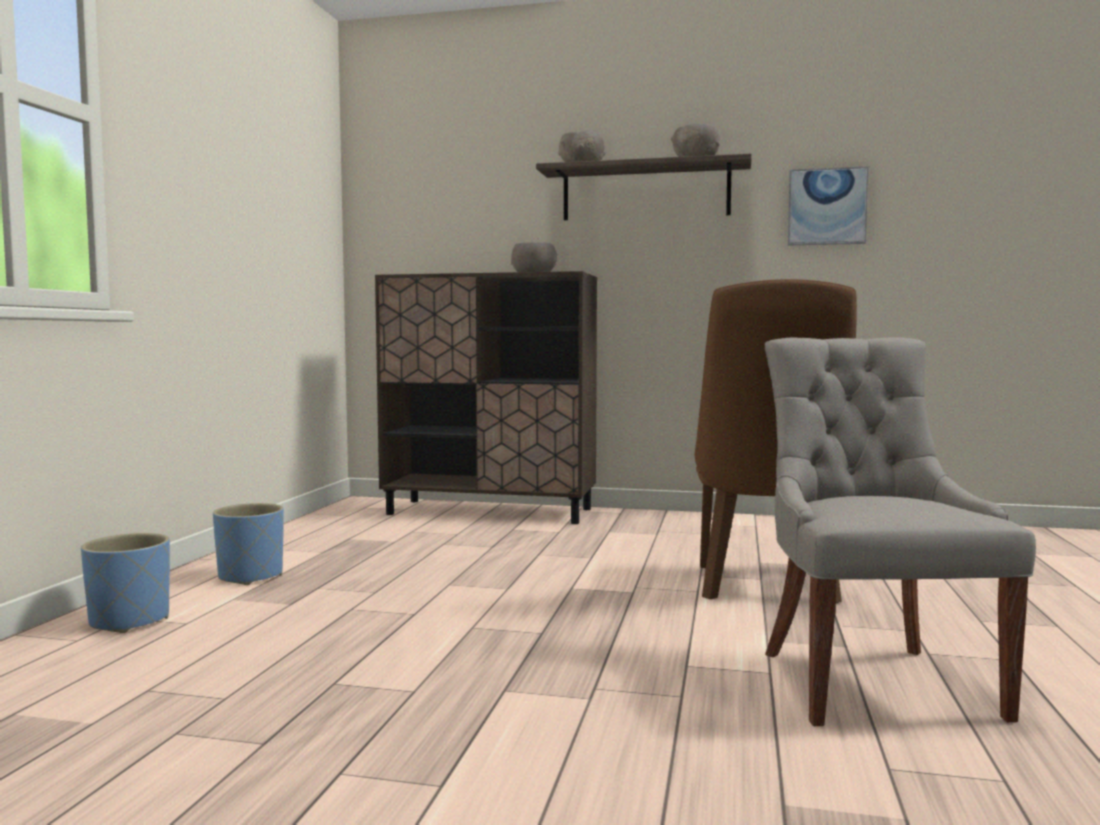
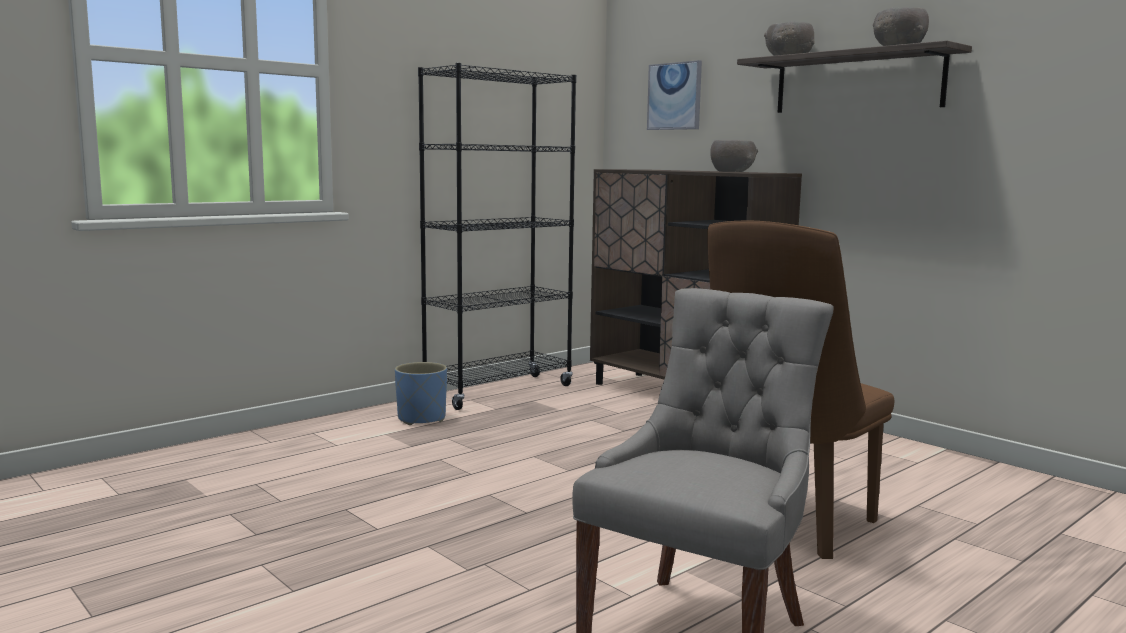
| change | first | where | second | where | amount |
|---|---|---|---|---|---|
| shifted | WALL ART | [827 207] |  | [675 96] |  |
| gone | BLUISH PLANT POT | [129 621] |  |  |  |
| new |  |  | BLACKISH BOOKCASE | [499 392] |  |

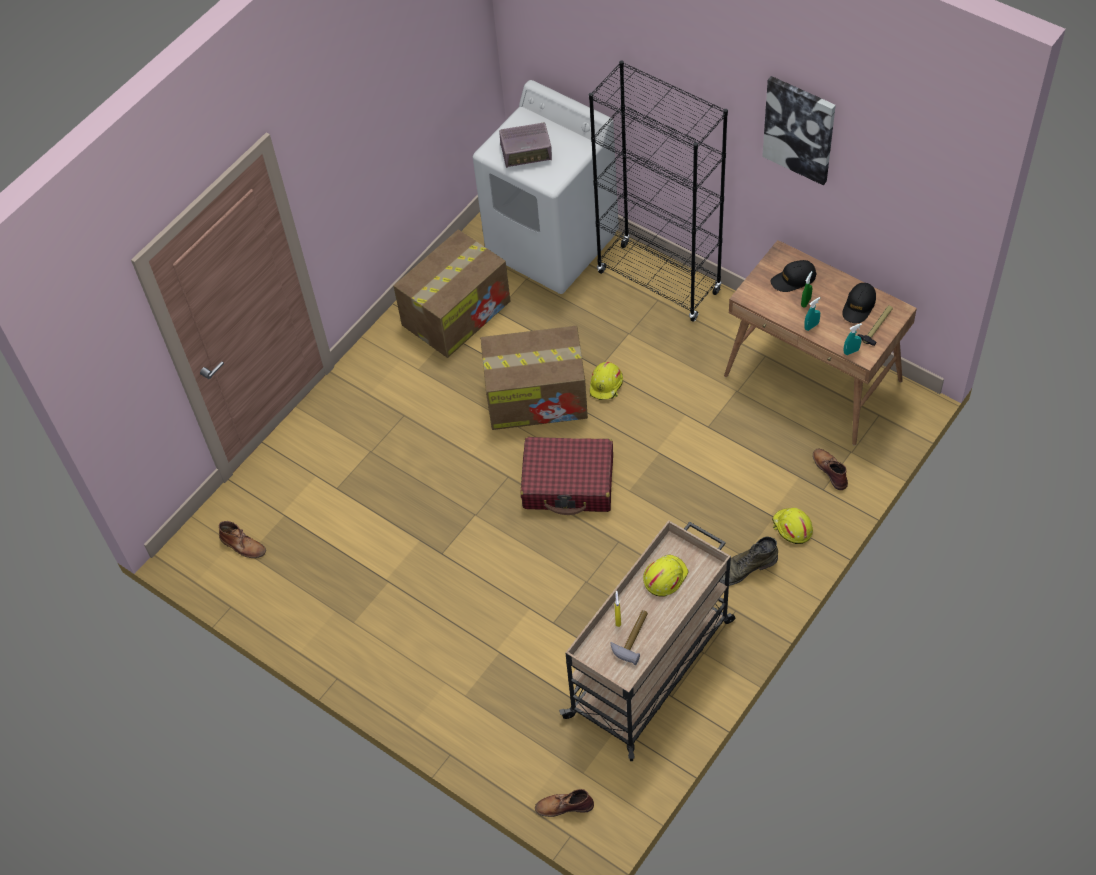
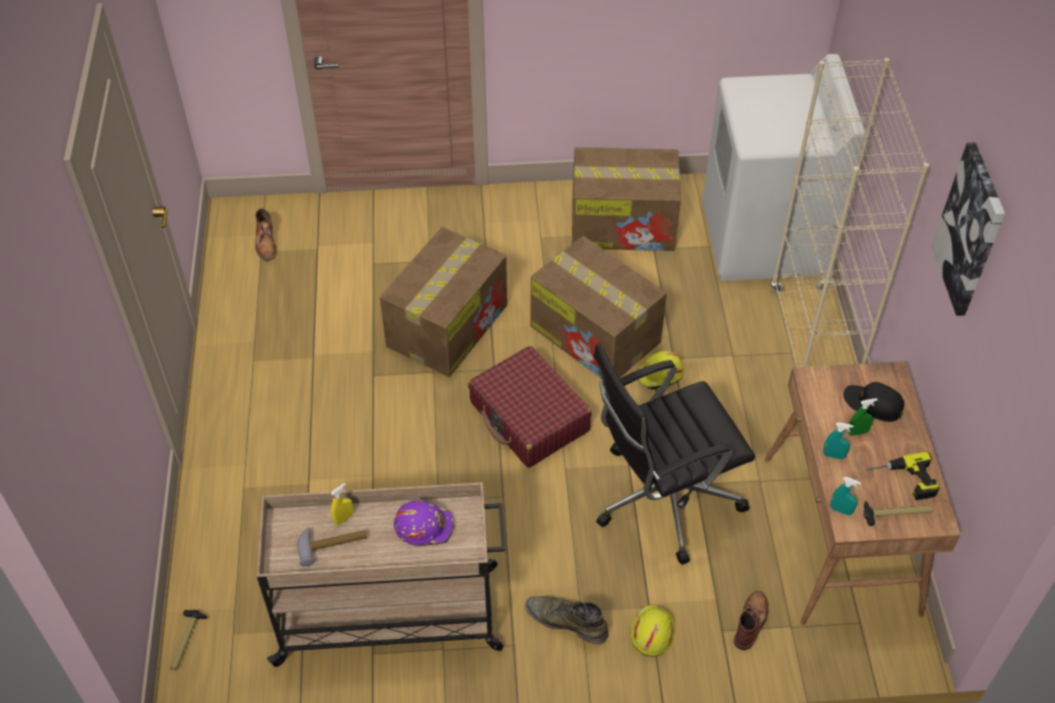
| change | first | where | second | where | amount |
|---|---|---|---|---|---|
| repainted | BLACKISH BOOKCASE | [659 282] | BEIGE-COLOURED BOOKCASE | [812 340] |  |
| gone | RADIO SET | [526 153] |  |  |  |
| swapped | BLACKISH BASEBALL CAP | [859 306] | DRILL | [903 481] |  |
| repainted | YELLOW-COLOURED HARD HAT | [664 577] | PURPLE HARD HAT | [424 526] |  |
| swapped | BROWN-COLOURED HIGH-TOP BOOT | [564 806] | HAMMER | [186 641] |  |
| new |  |  | PACKING BOX | [448 324] |  |
| new |  |  | BLACKISH OFFICE CHAIR | [662 498] |  |

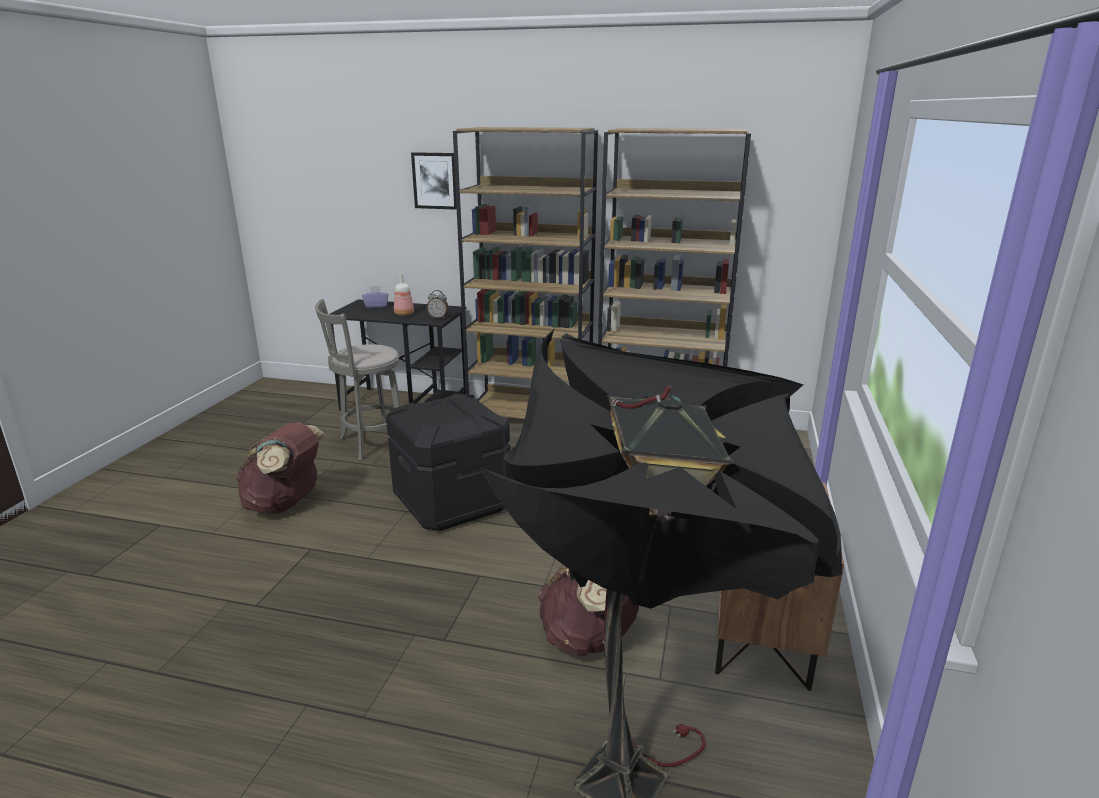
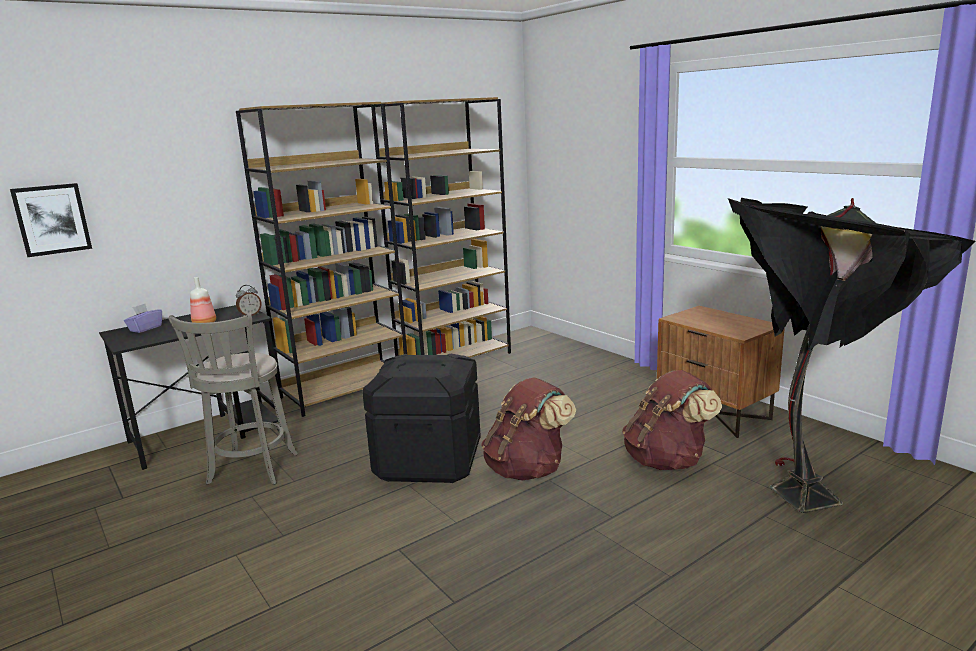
| change | first | where | second | where | amount |
|---|---|---|---|---|---|
| shifted | WALL ART | [435 180] |  | [52 219] |  |
| shifted | BROWN-COLOURED RUCKSACK | [286 504] |  | [527 470] |  |

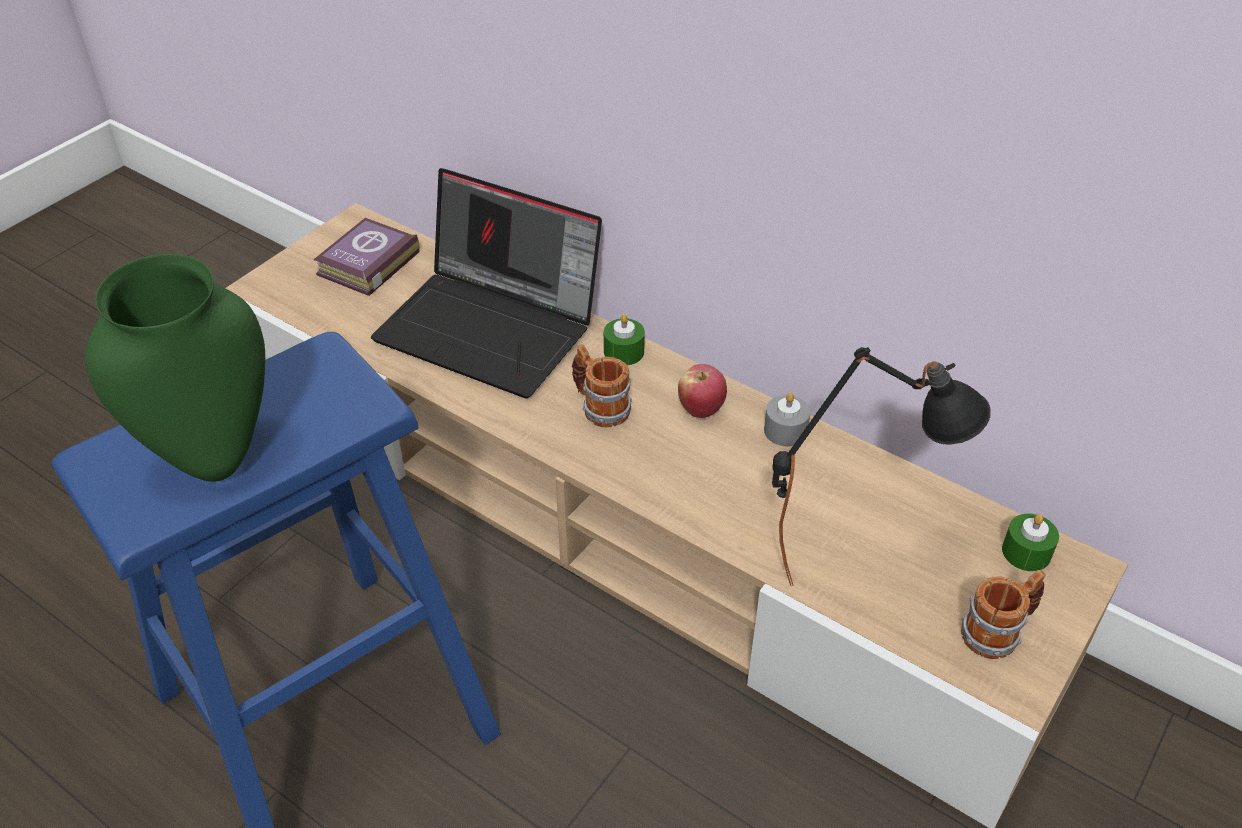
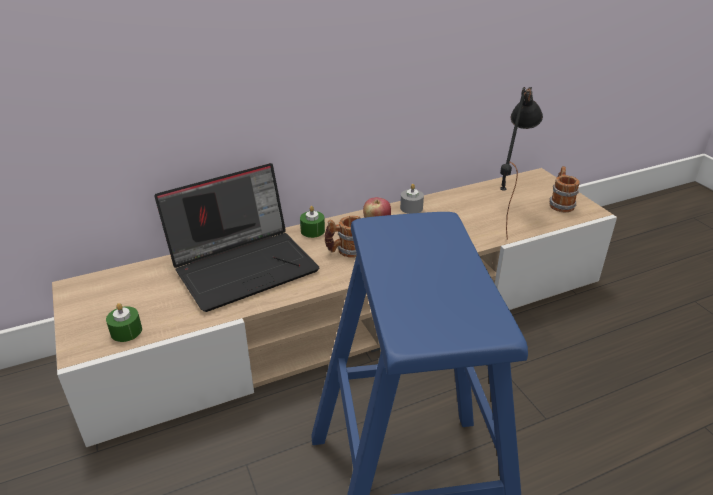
| change | first | where | second | where | amount |
|---|---|---|---|---|---|
| gone | BOUND BOOK | [366 264] |  |  |  |
| gone | GREEN-COLOURED VASE | [214 458] |  |  |  |
| shifted | GREEN-COLOURED WAX CANDLE | [1026 552] |  | [126 331] |  |

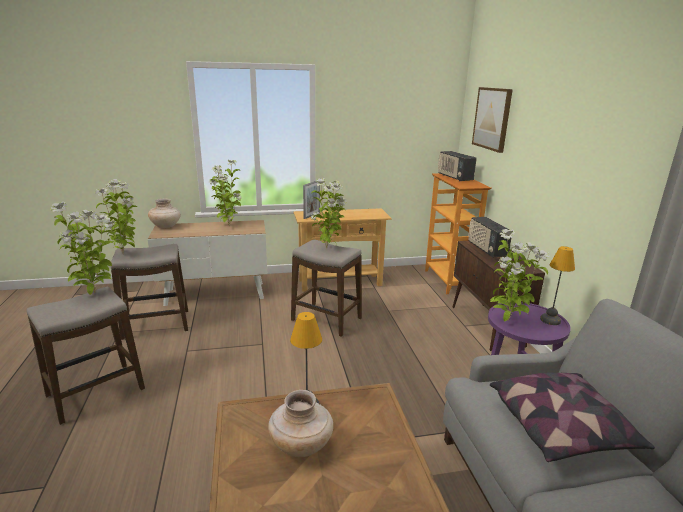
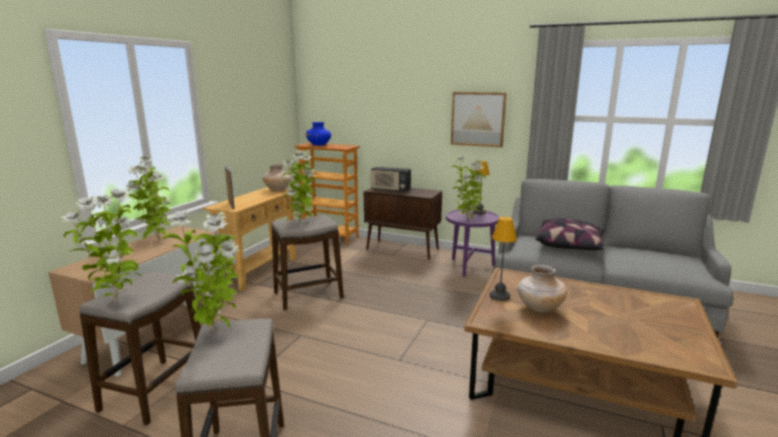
| change | first | where | second | where | amount |
|---|---|---|---|---|---|
| shifted | WALL ART | [492 118] |  | [478 119] |  |
| swapped | RADIO SET | [454 177] | BLUISH VASE | [319 145] |  |
| shifted | BEIGE-COLOURED VASE | [166 226] |  | [278 190] |  |

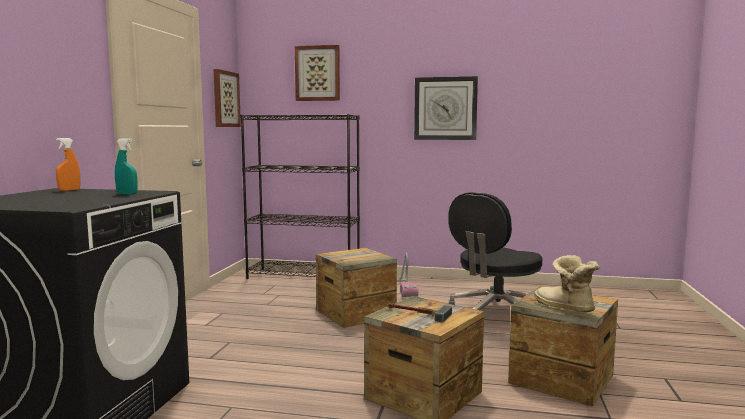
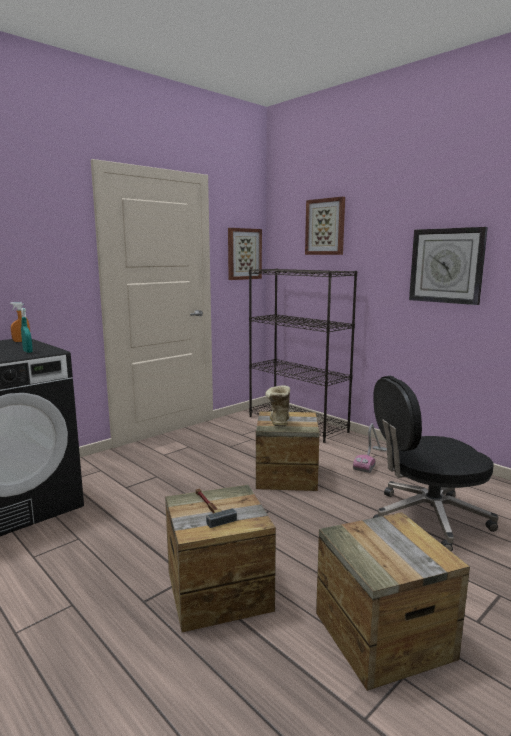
| change | first | where | second | where | amount |
|---|---|---|---|---|---|
| shifted | HIGH-TOP BOOT | [563 308] |  | [278 422] |  |

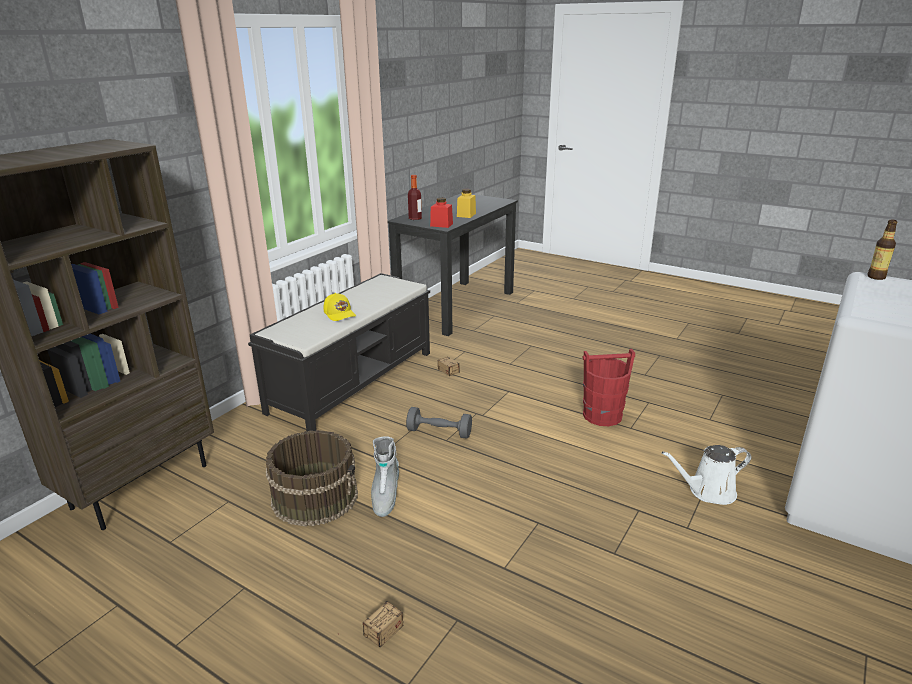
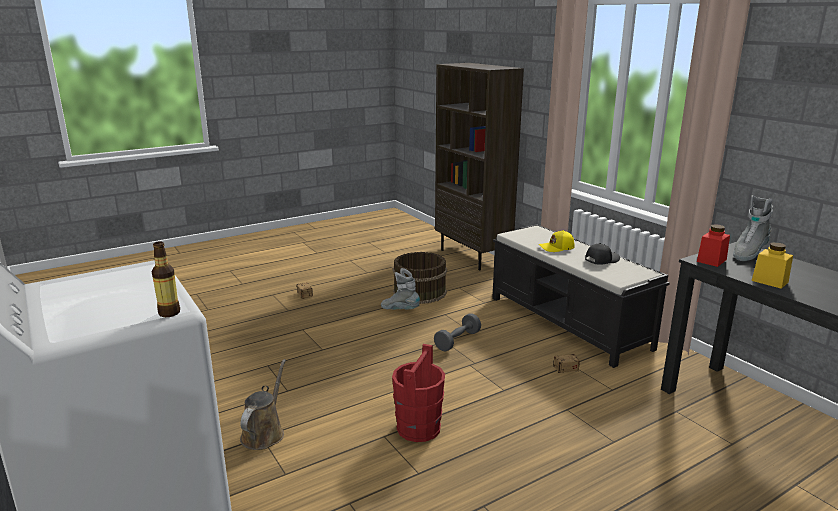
| change | first | where | second | where | amount |
|---|---|---|---|---|---|
| swapped | DRINK BOTTLE | [415 218] | GRAY HIGH-TOP BOOT | [748 253] |  |
| repainted | WHITE-COLOURED SPRINKLING CAN | [708 491] | BROWN-COLOURED SPRINKLING CAN | [264 433] |  |
| new |  |  | BLACKISH BASEBALL CAP | [601 260] |  |

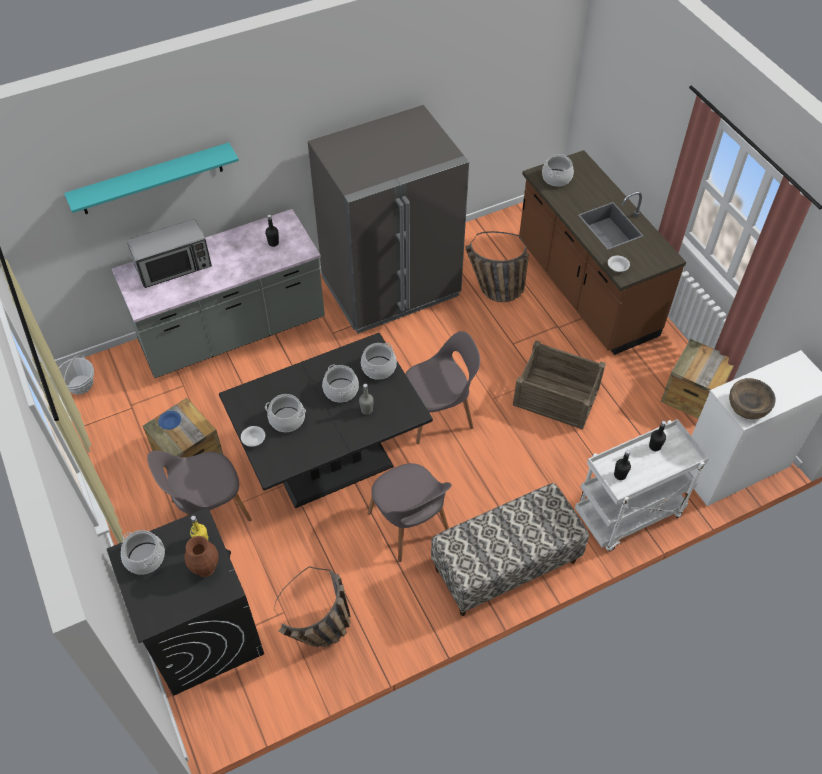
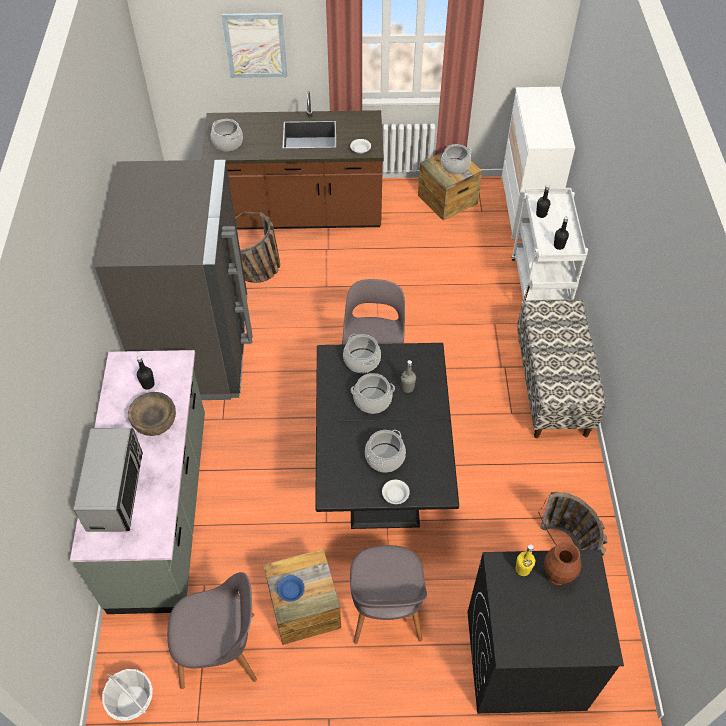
| change | first | where | second | where | amount |
|---|---|---|---|---|---|
| gone | TURQUOISE BRACKET SHELF | [151 179] |  |  |  |
| gone | PACKING CRATE | [556 396] |  |  |  |
| shifted | BROWN-COLOURED SERVING BOWL | [748 406] |  | [154 421] |  |
| shifted | GRAY UPRIGHT CHAIR | [409 525] |  | [221 650] |  |
| shifted | STOCKPOT | [145 558] |  | [455 166] |  |
| new |  |  | WALL ART | [255 45] |  |

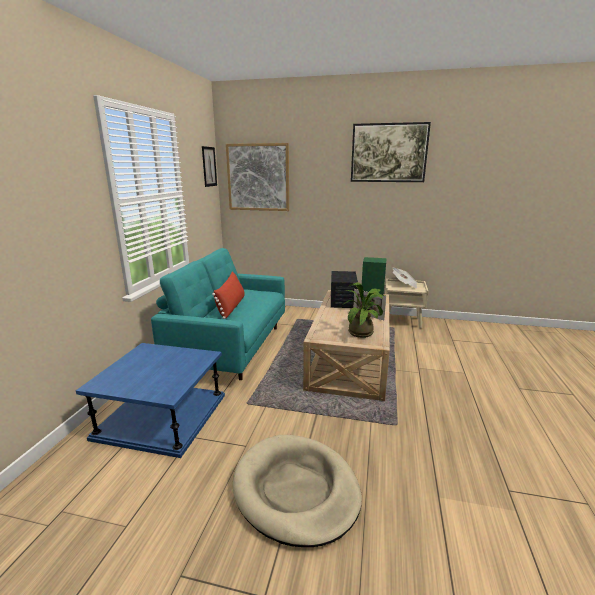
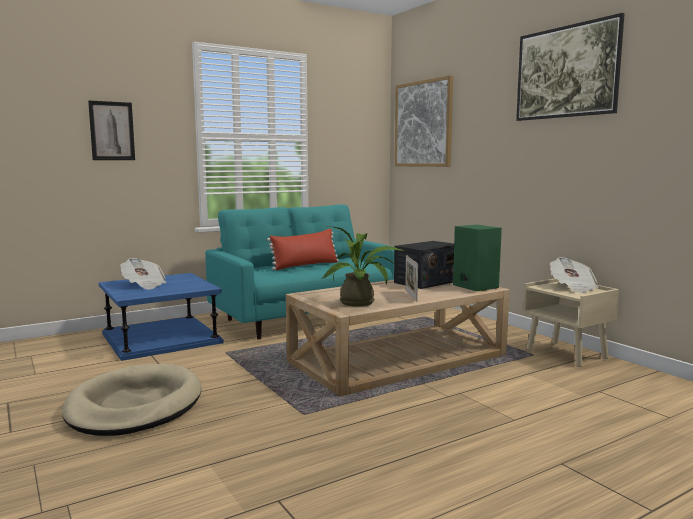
| change | first | where | second | where | amount |
|---|---|---|---|---|---|
| shifted | WALL ART | [209 166] |  | [112 131] |  |
| new |  |  | DAILY PAPER | [144 285] |  |

